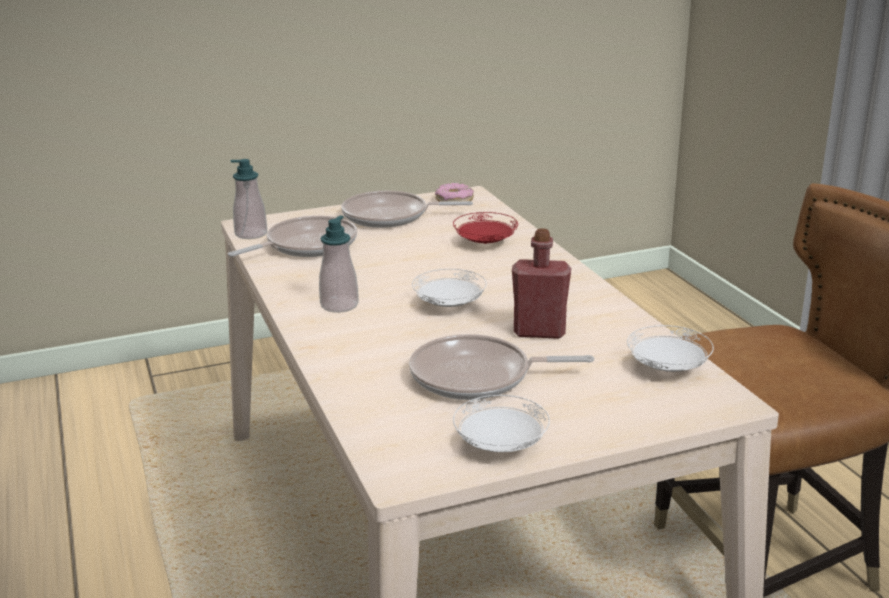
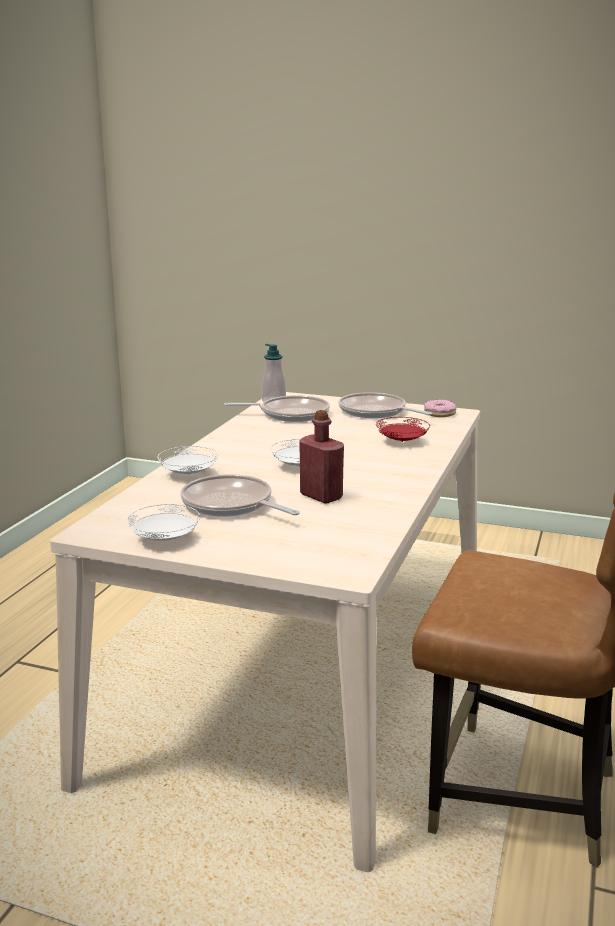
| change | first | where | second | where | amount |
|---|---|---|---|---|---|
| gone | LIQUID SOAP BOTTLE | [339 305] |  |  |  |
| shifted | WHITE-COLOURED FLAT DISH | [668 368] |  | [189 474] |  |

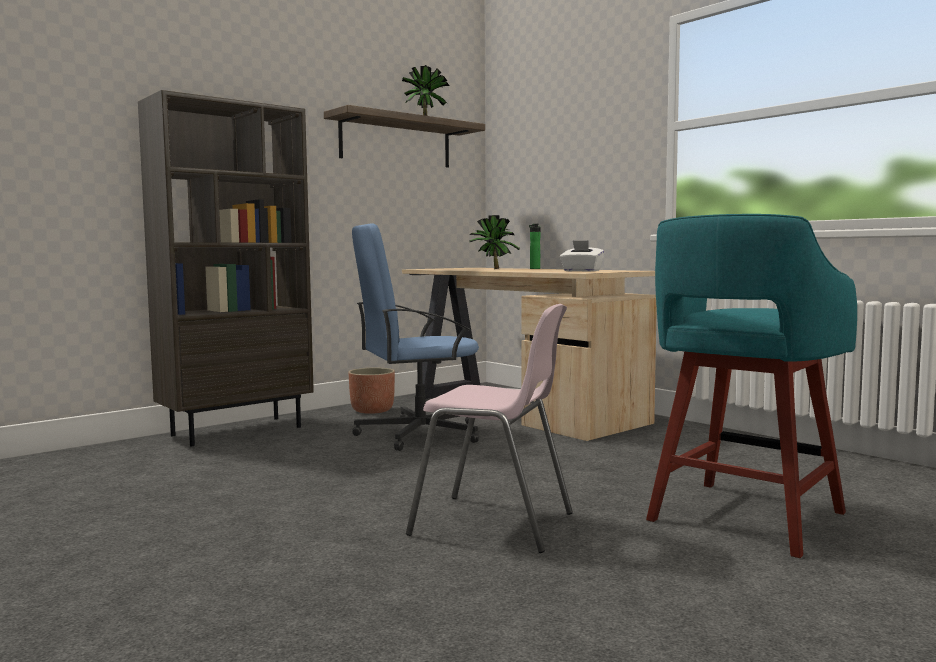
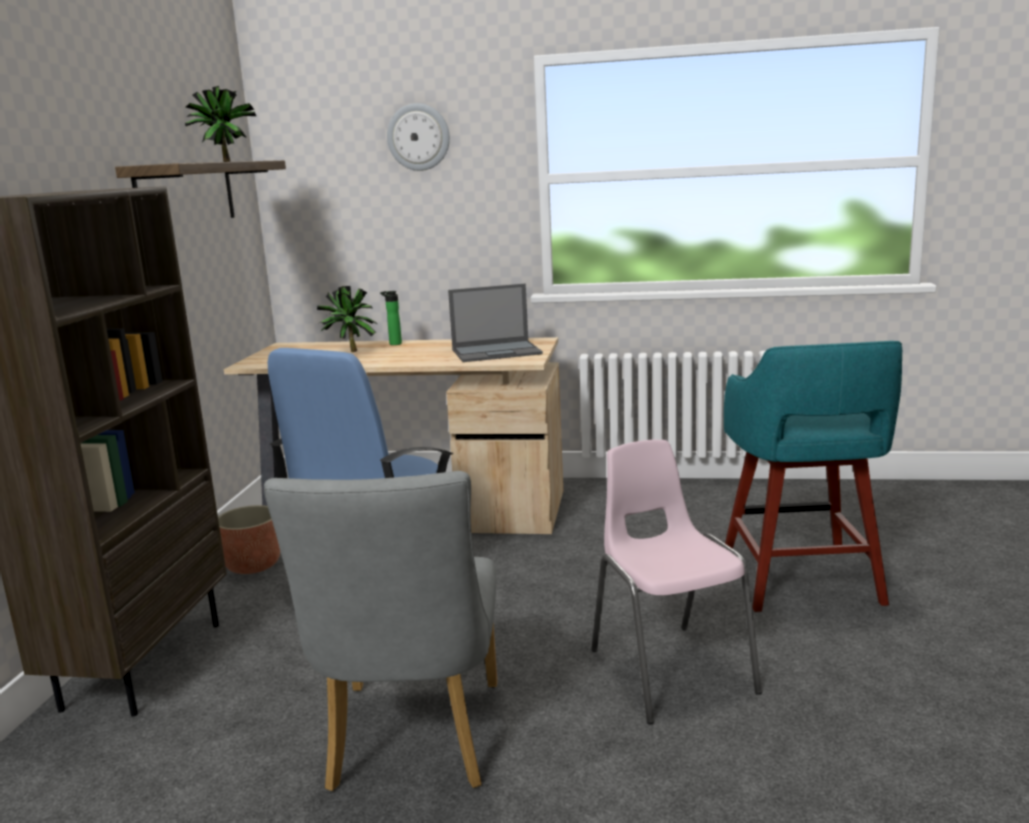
| change | first | where | second | where | amount |
|---|---|---|---|---|---|
| swapped | WHITE-COLOURED BOX OF TISSUES | [581 271] | PORTABLE COMPUTER | [497 352] |  |
| rotated | PINK UPRIGHT CHAIR | [494 524] |  | [670 670] | 90 degrees counterclockwise |
| new |  |  | WALL CLOCK | [418 137] |  |
| new |  |  | GRAY UPRIGHT CHAIR | [412 745] |  |

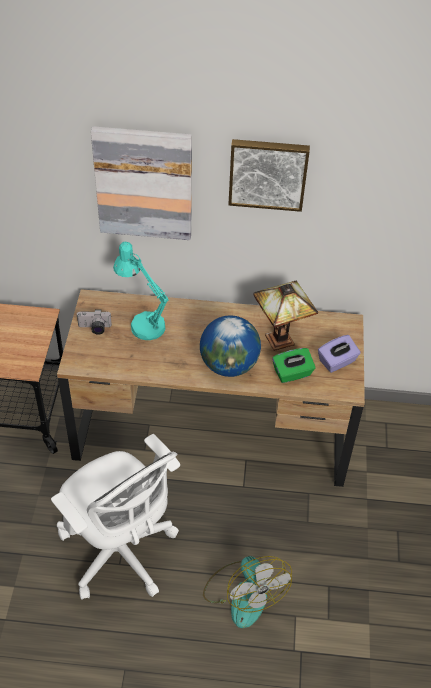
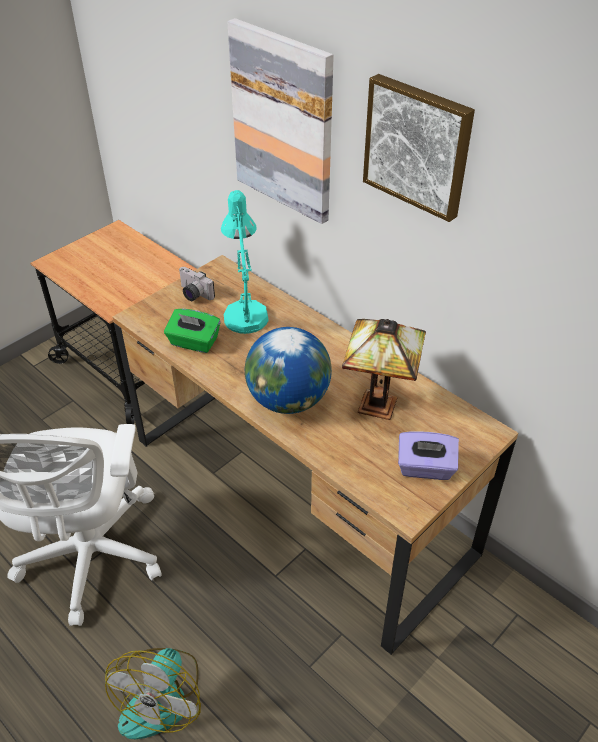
| change | first | where | second | where | amount |
|---|---|---|---|---|---|
| shifted | GREEN-COLOURED BOX OF TISSUES | [292 373] |  | [194 342] |  |

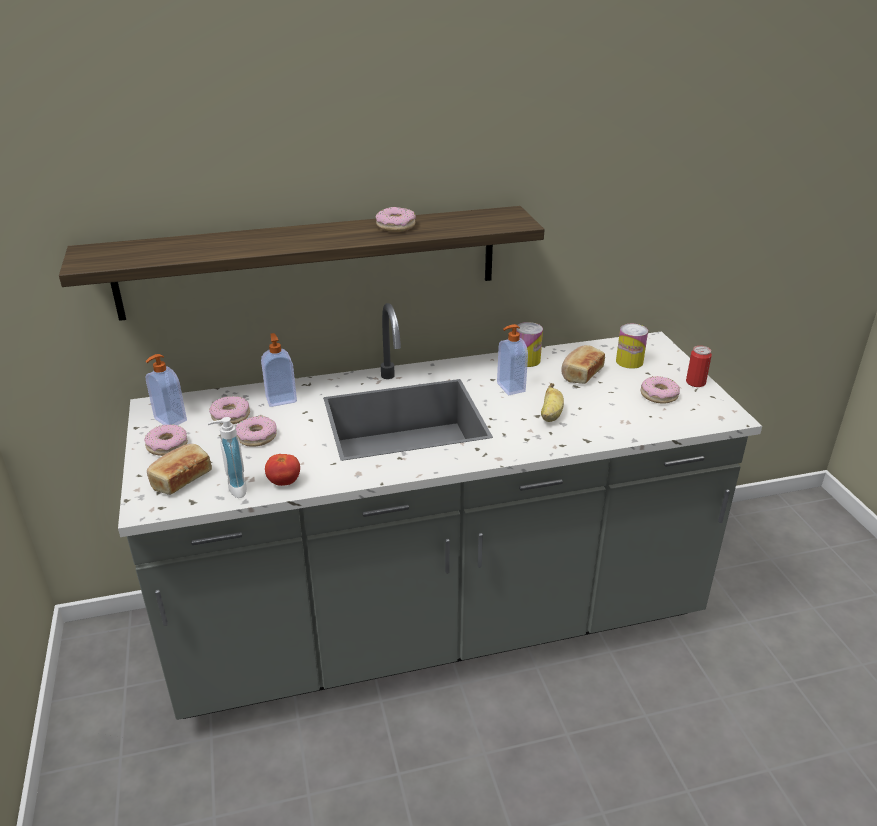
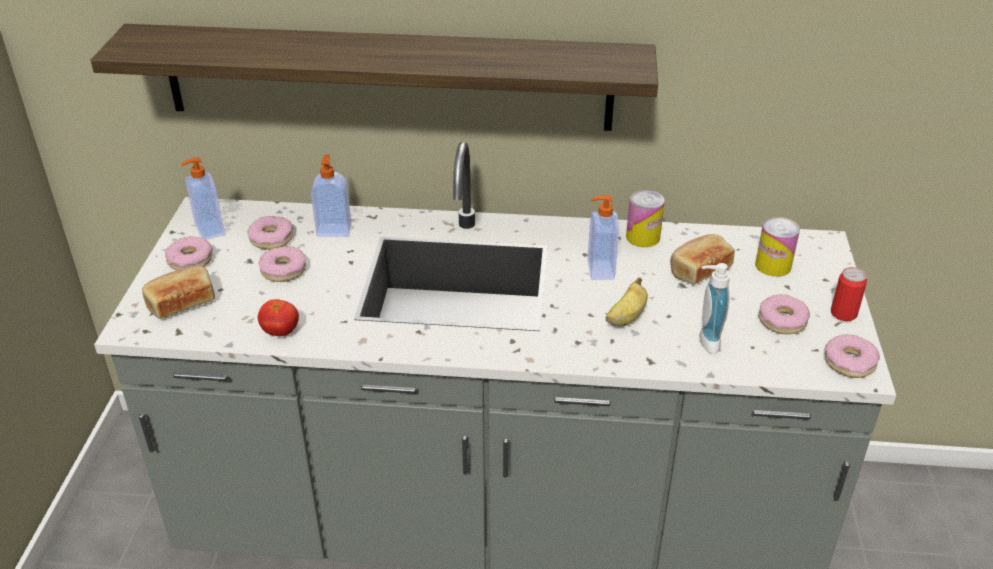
| change | first | where | second | where | amount |
|---|---|---|---|---|---|
| shifted | DOUGHNUT | [396 226] |  | [849 362] |  |
| shifted | LIQUID SOAP BOTTLE | [233 489] |  | [704 341] |  |

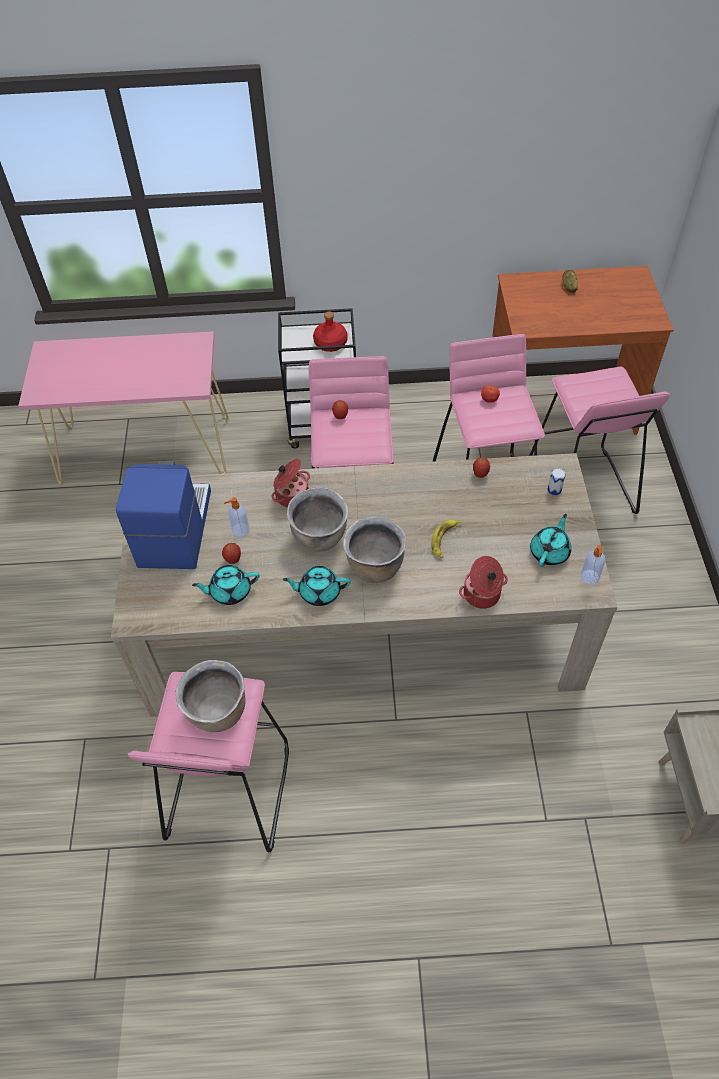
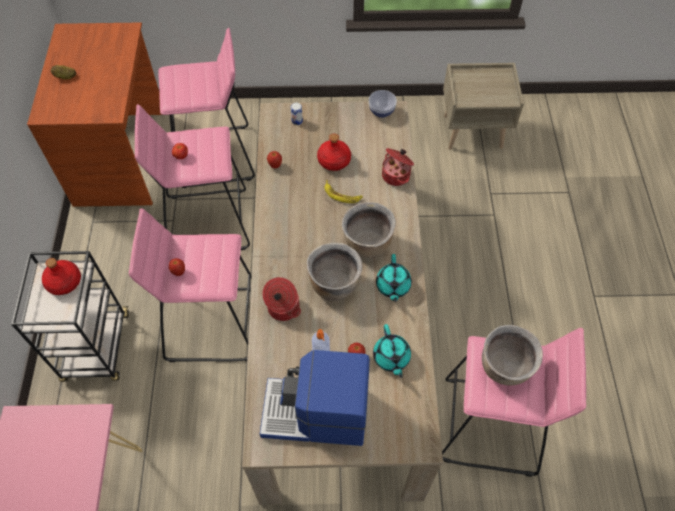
| change | first | where | second | where | amount |
|---|---|---|---|---|---|
| gone | TURQUOISE TEA POT | [550 552] |  |  |  |
| swapped | LIQUID SOAP BOTTLE | [589 577] | SERVING BOWL | [381 111] |  |
| new |  |  | REDDISH DRINK BOTTLE | [334 161] |  |

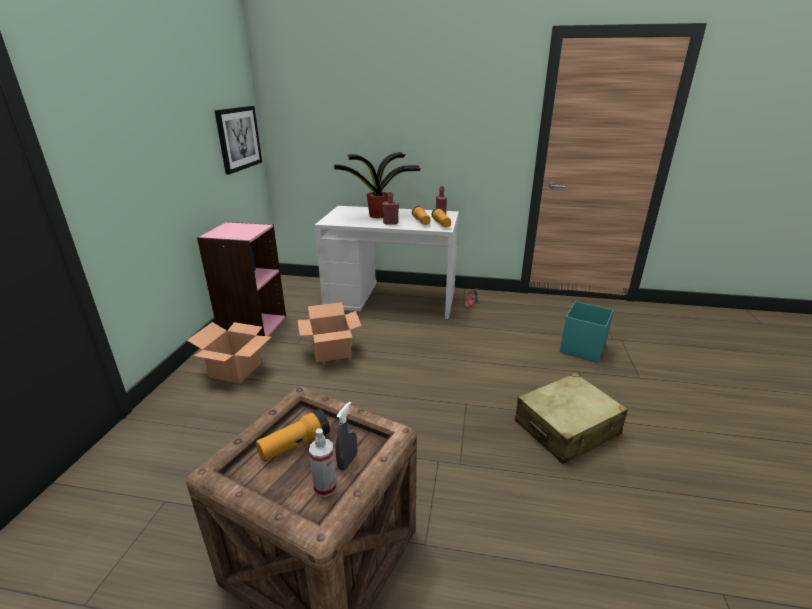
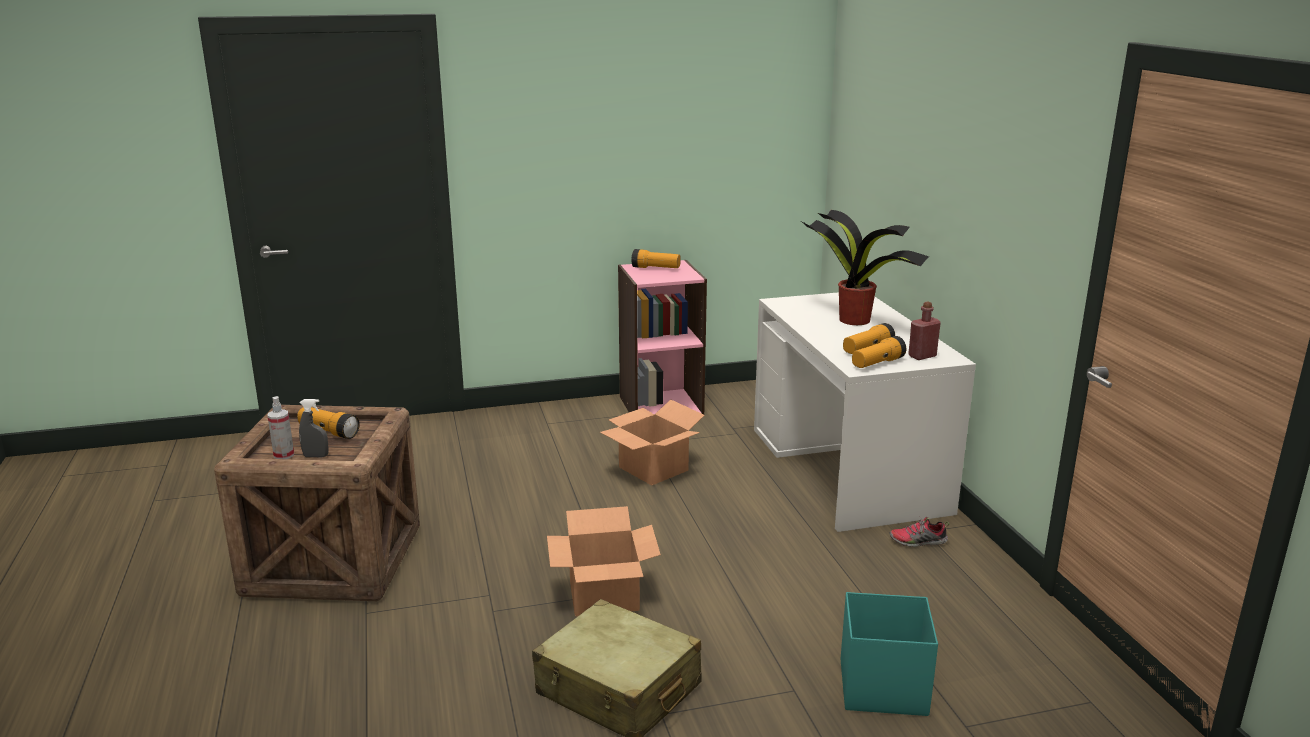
| change | first | where | second | where | amount |
|---|---|---|---|---|---|
| gone | WALL ART | [238 138] |  |  |  |
| gone | REDDISH DRINK BOTTLE | [390 223] |  |  |  |
| shifted | PACKING BOX | [236 369] |  | [605 595] |  |
| new |  |  | HAND TORCH | [656 268] |  |

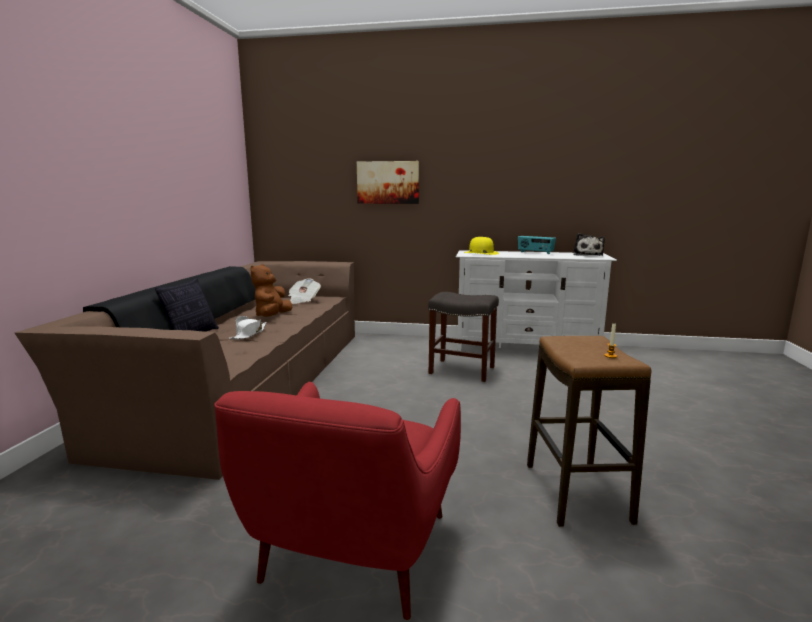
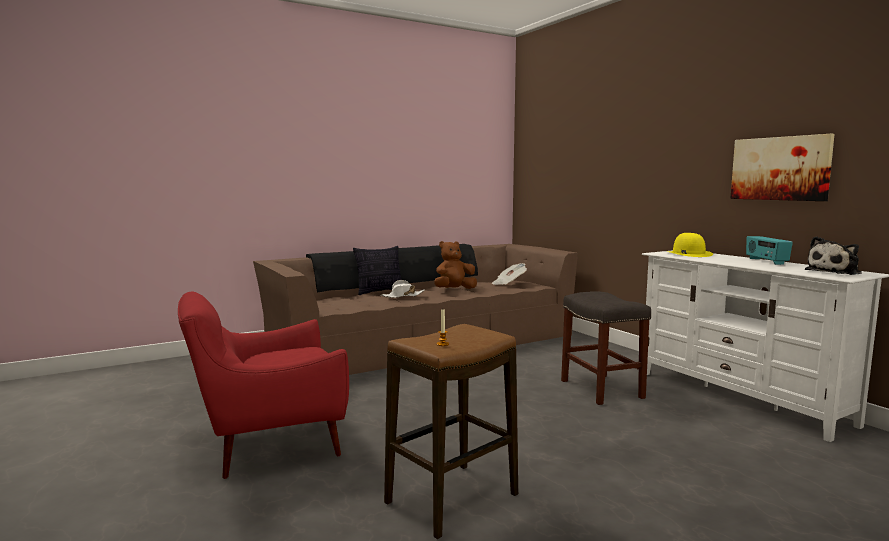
| change | first | where | second | where | amount |
|---|---|---|---|---|---|
| shifted | WALL ART | [388 182] |  | [780 168] |  |

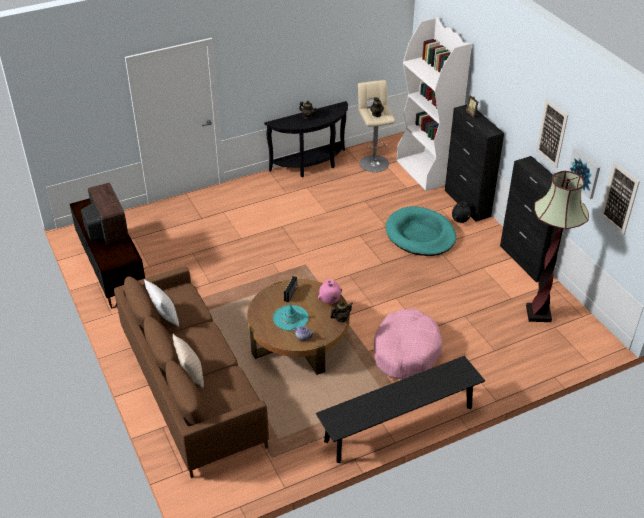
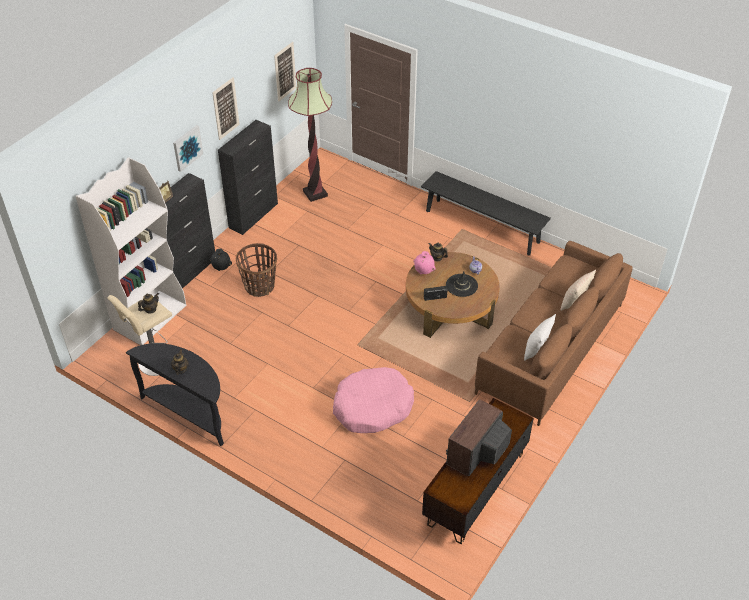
| change | first | where | second | where | amount |
|---|---|---|---|---|---|
| shifted | WALL ART | [584 173] |  | [187 147] |  |
| swapped | TURQUOISE DOG CUSHION | [420 235] | HOUSEHOLD BASKET | [259 286] |  |
| repainted | TURQUOISE WEARABLE HAT | [290 318] | BLACKISH WEARABLE HAT | [461 285] |  |
| shifted | PINK DOG CUSHION | [406 351] |  | [372 407] |  |

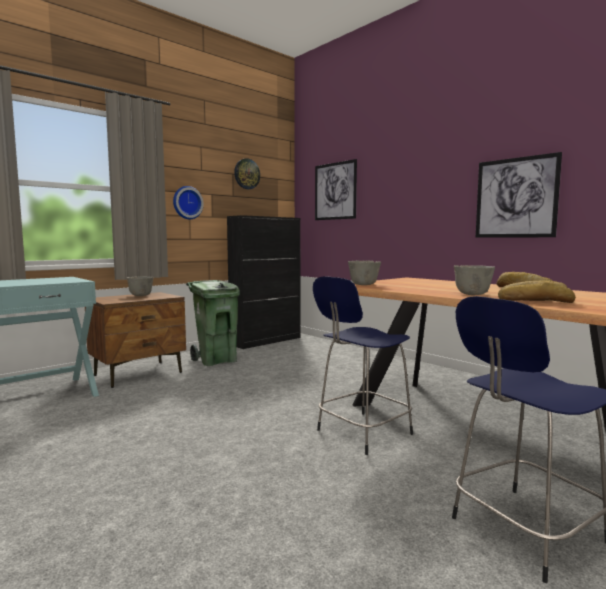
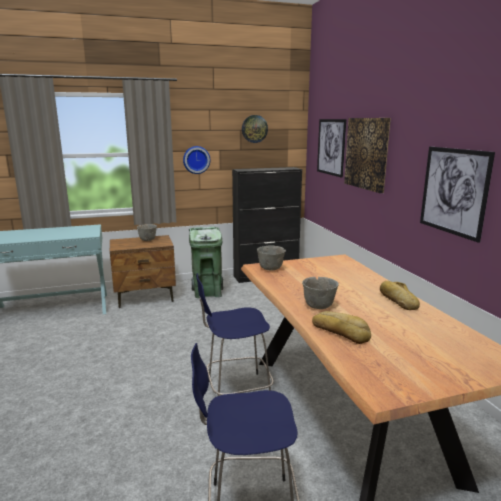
| change | first | where | second | where | amount |
|---|---|---|---|---|---|
| new |  |  | WALL ART | [367 153] |  |

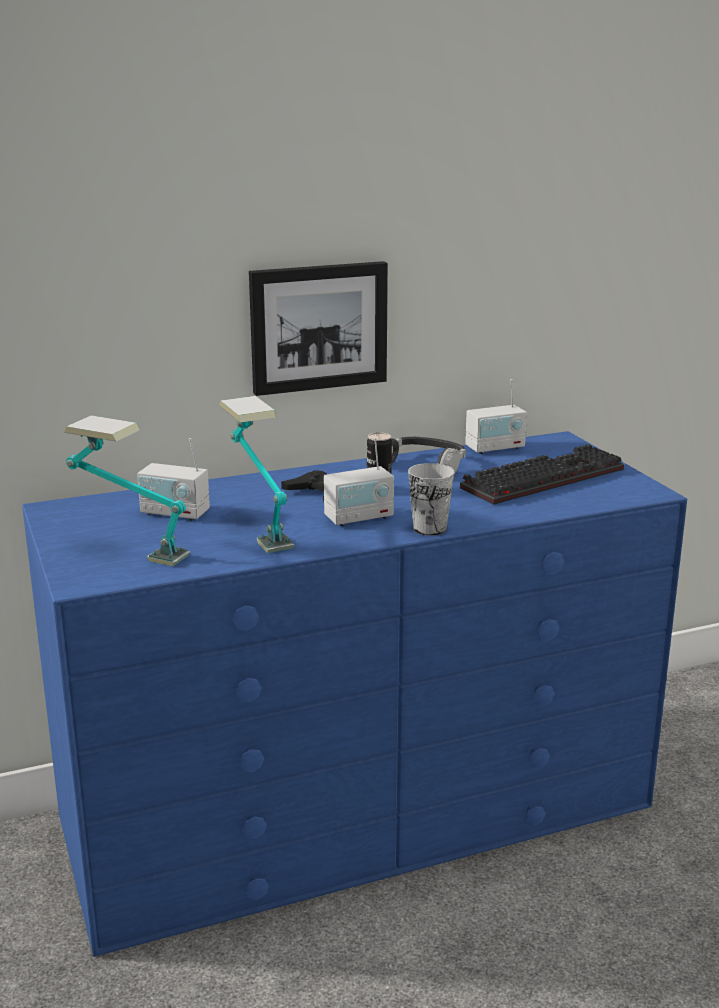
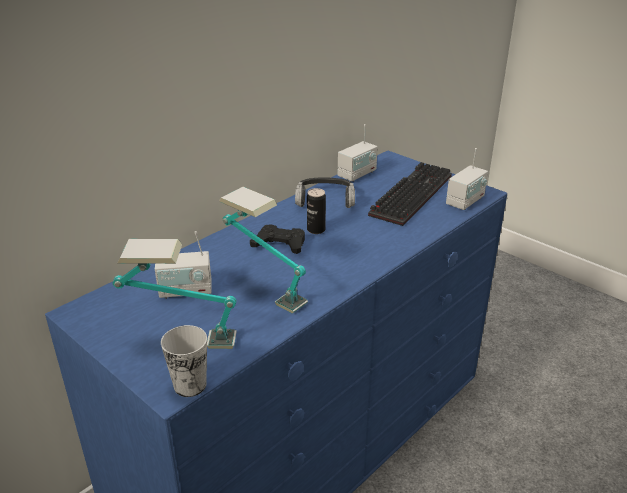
| change | first | where | second | where | amount |
|---|---|---|---|---|---|
| gone | WALL ART | [318 327] |  |  |  |
| shifted | RADIO SET | [359 518] |  | [465 201] |  |
| shifted | SMALL CUP | [429 528] |  | [190 385] |  |

